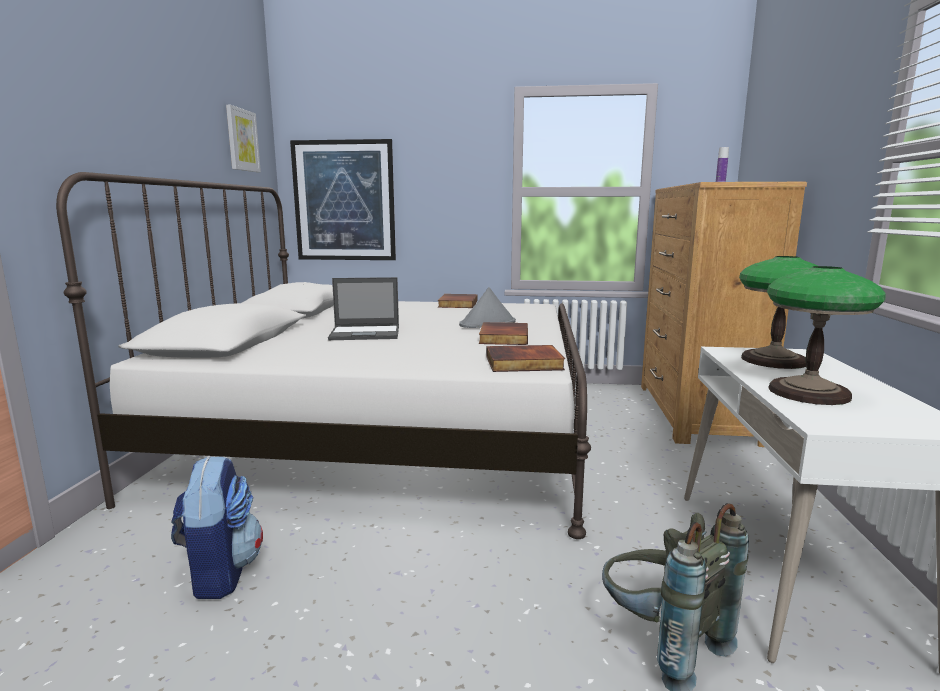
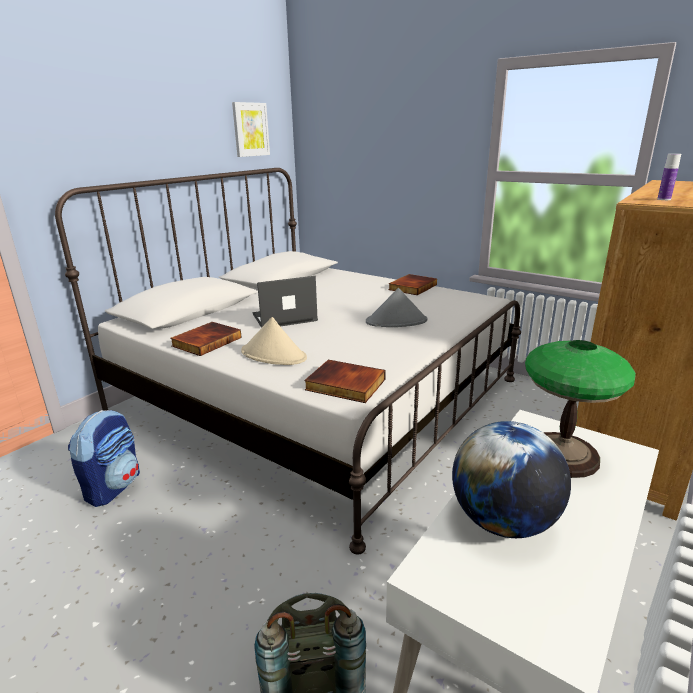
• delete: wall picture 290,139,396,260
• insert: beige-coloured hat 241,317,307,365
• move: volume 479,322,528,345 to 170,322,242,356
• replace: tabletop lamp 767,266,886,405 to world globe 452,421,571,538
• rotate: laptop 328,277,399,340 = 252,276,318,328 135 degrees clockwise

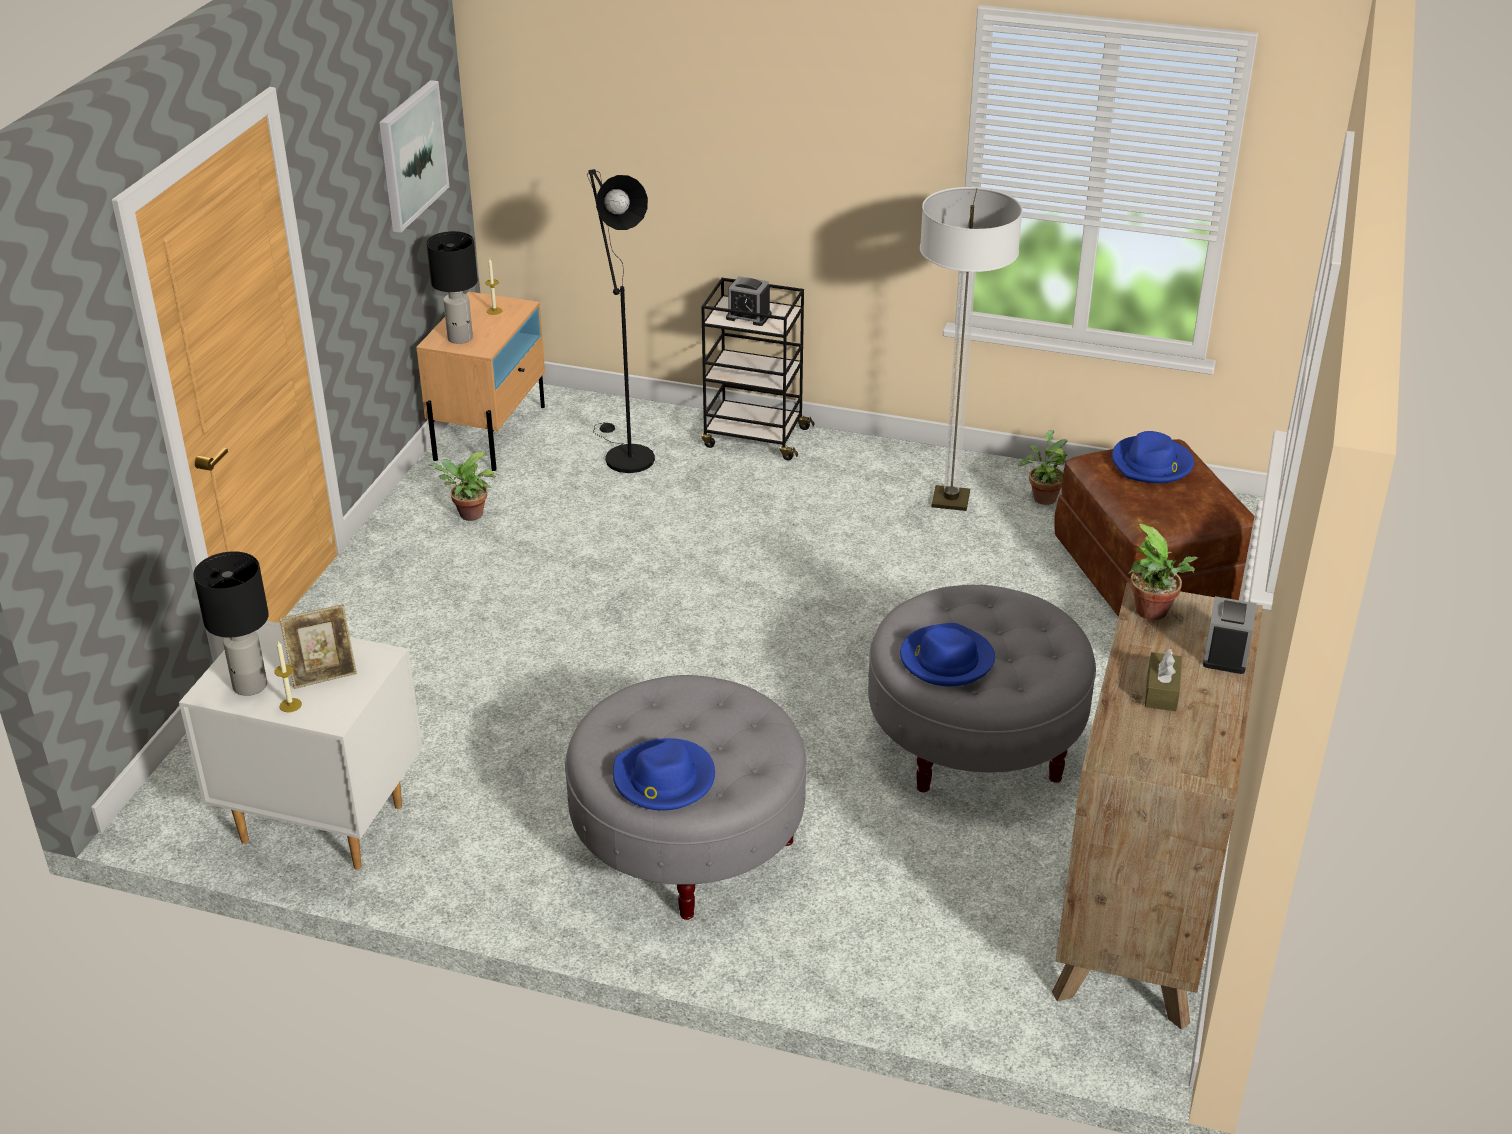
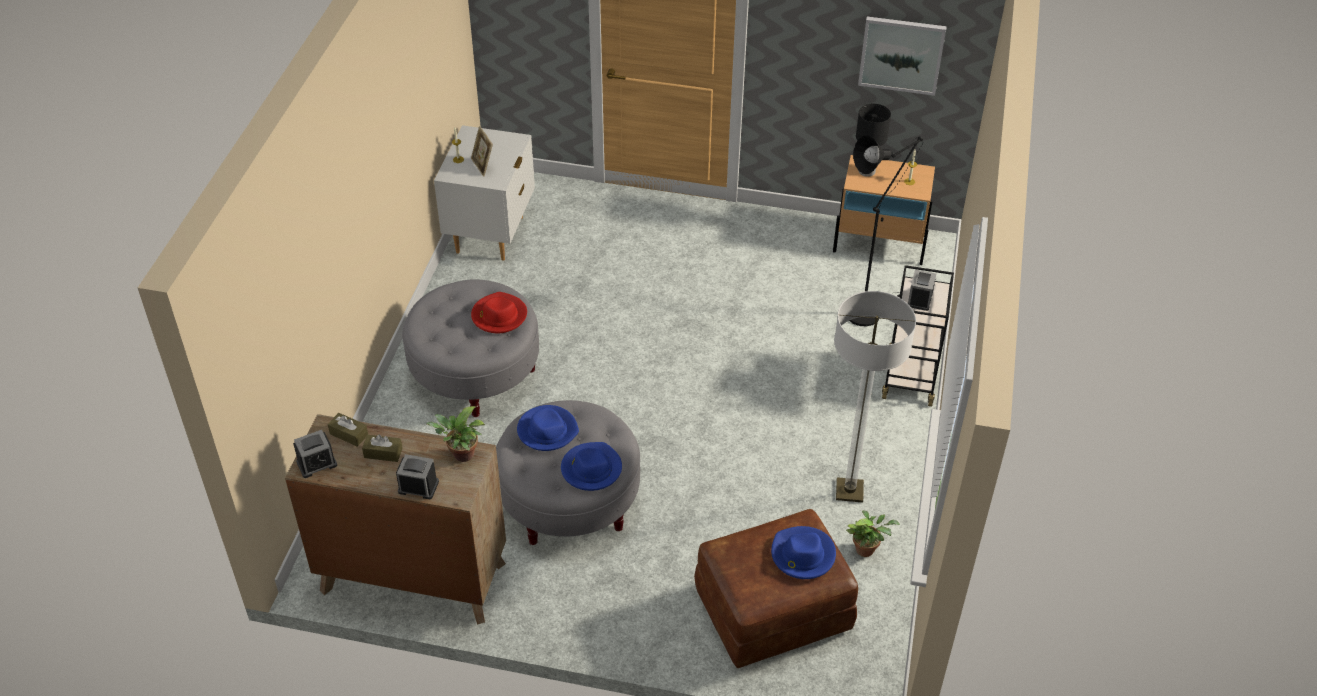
• delete: black tabletop lamp 193,551,269,696
• delete: plant in a pot 429,452,496,521
• insert: table clock 293,430,337,478
• insert: brownish tissue box 328,413,368,447
• insert: red-coloured hat 471,292,527,333
• move: blue hat 613,738,715,811 to 561,442,622,491

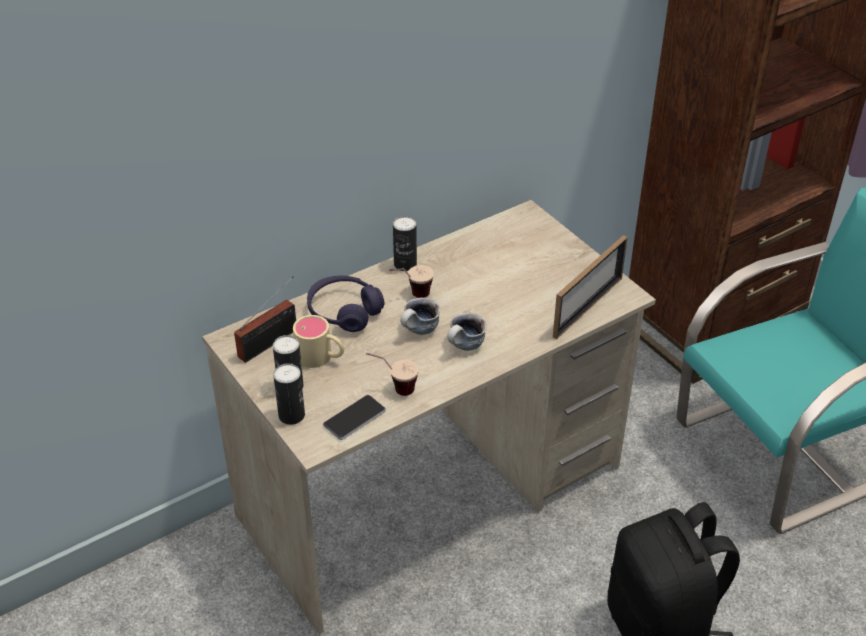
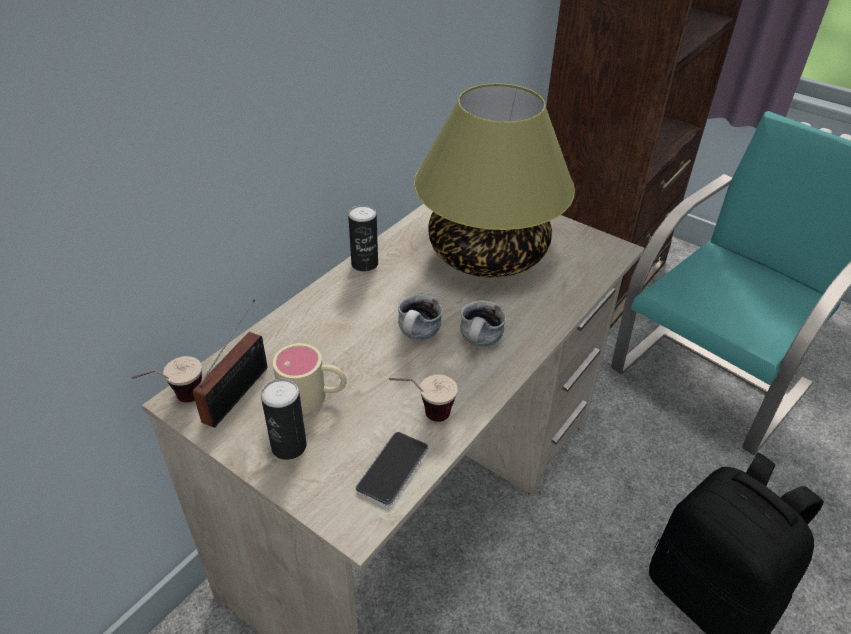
• delete: can 273,363,305,425
• delete: purple-coloured headset 307,276,384,332
• delete: photo frame 553,235,628,339
• insert: tabletop lamp 414,83,575,278
• move: small cup 389,265,434,298 to 131,356,202,403

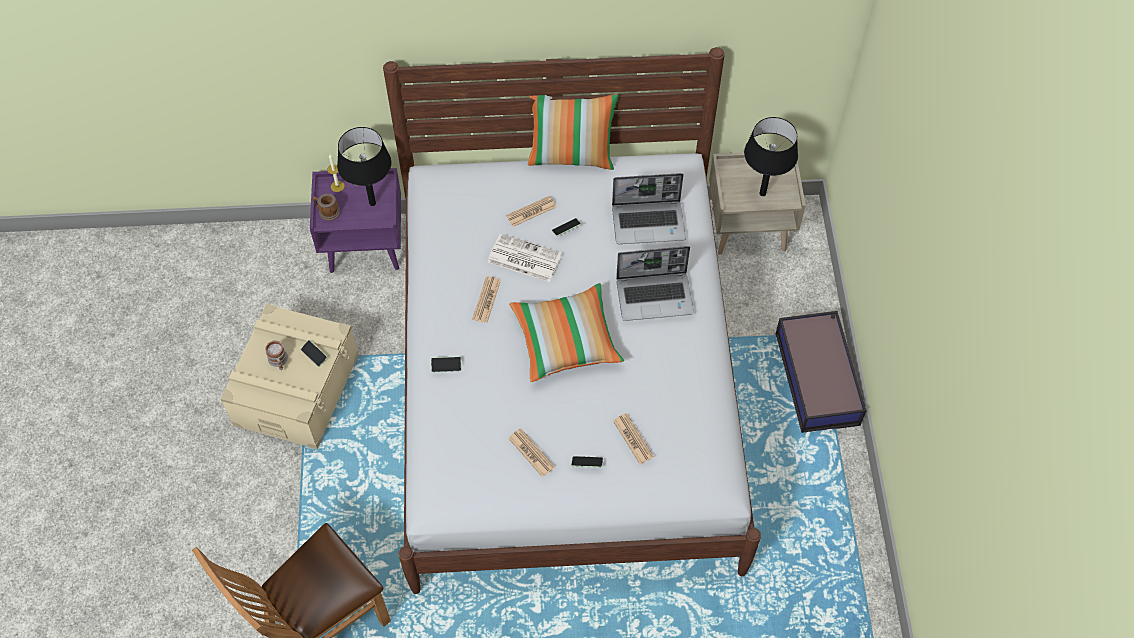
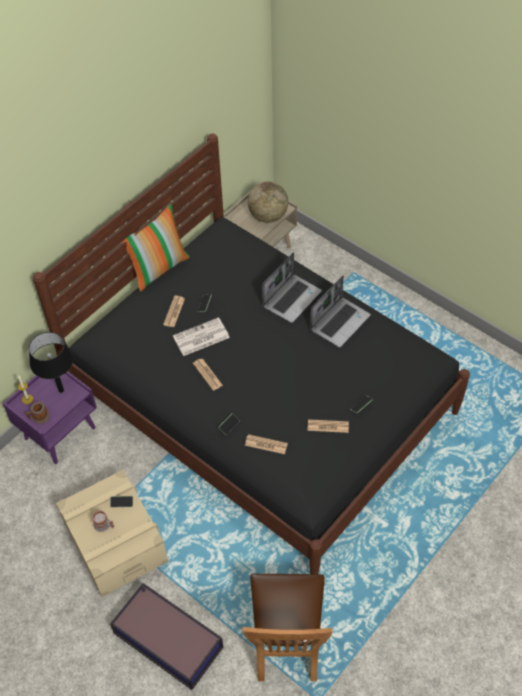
• delete: throw pillow 509,283,624,382
• move: laptop 612,173,686,244 to 310,275,371,348
• move: newspaper 613,413,654,464 to 245,434,288,454
• move: storage box 776,311,866,433 to 110,583,223,690
• replace: black tabletop lamp 744,117,798,196 to world globe 248,182,288,223
• recolor: whitish sleeping bed 383,47,761,594 to black sleeping bed 33,134,470,574

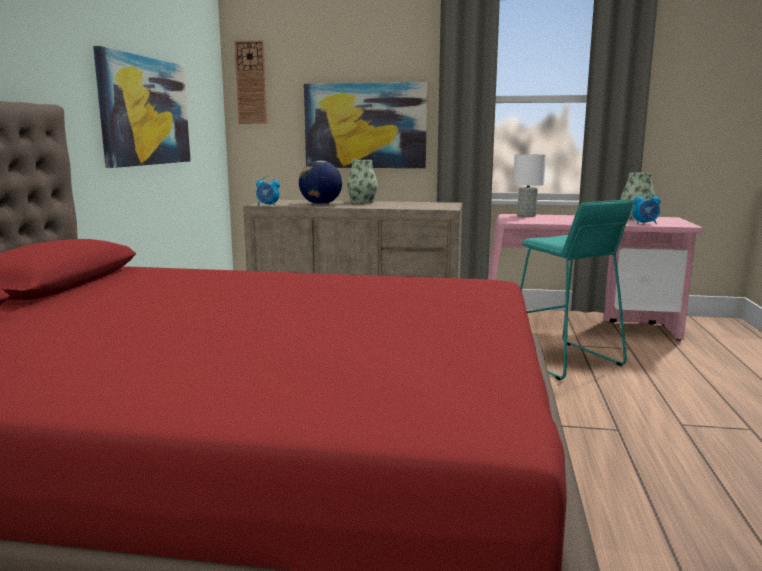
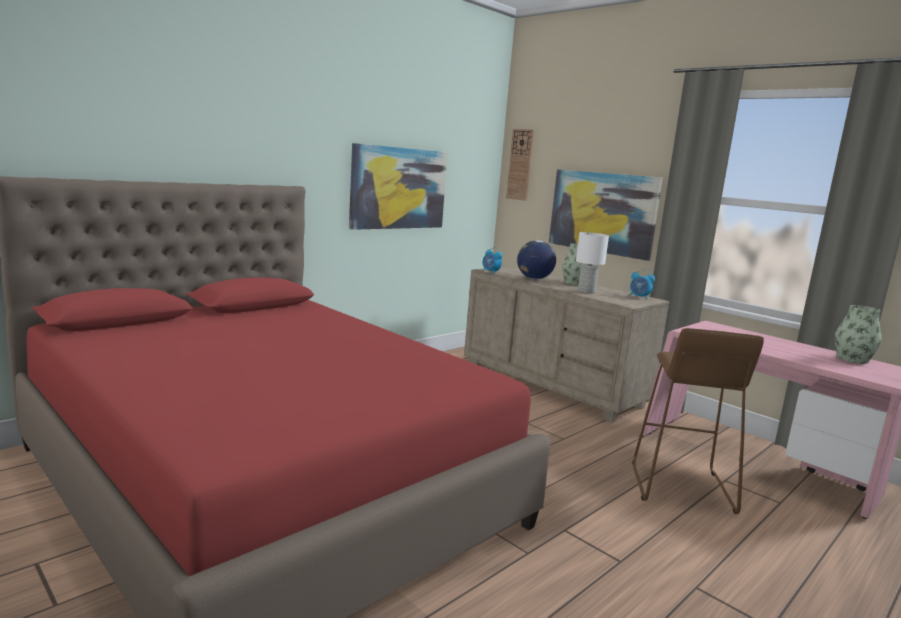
• move: whitish tabletop lamp 513,154,546,217 to 576,232,609,293
• move: table clock 632,192,661,224 to 629,269,655,299
• recolor: turquoise-coloured stool seat 520,200,633,380 to brownish stool seat 632,328,764,514

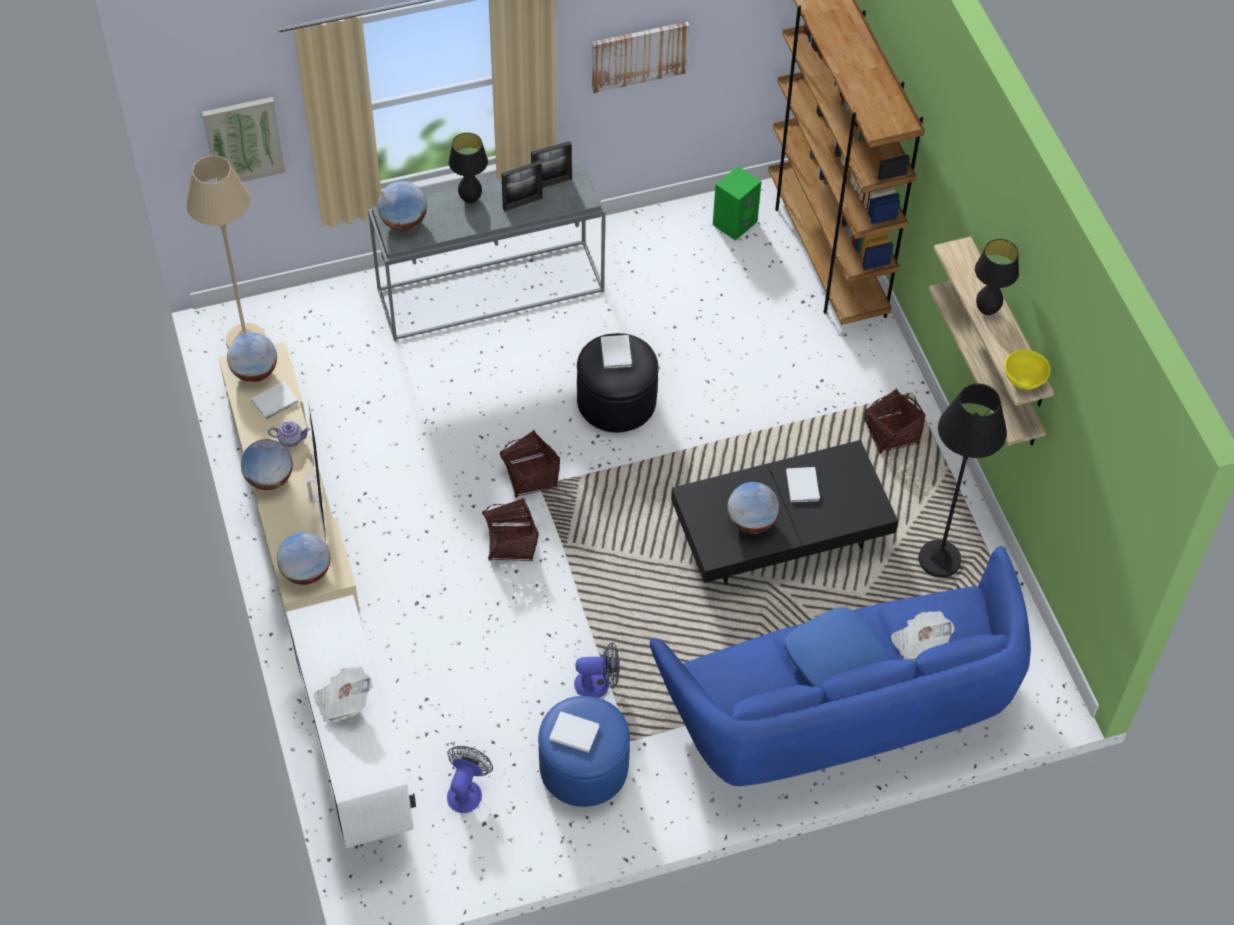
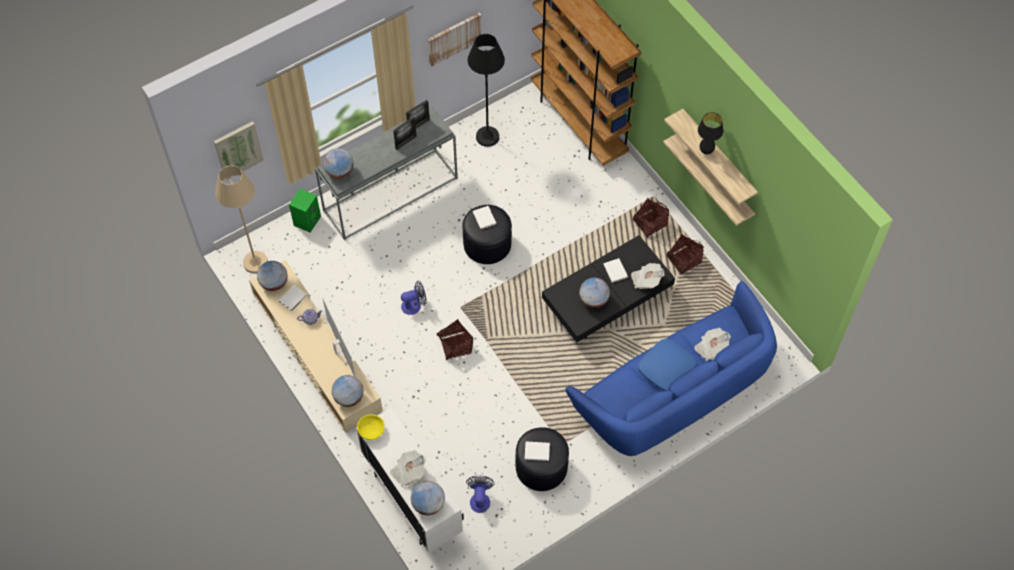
• delete: black tabletop lamp 449,133,488,204
• insert: newspaper 631,263,664,289
• move: world globe 241,439,293,490 to 411,481,445,515
• move: household basket 500,430,560,498 to 666,234,703,275
• move: fan 574,642,620,698 to 401,280,426,315
• move: green-coloured speaker 713,166,762,241 to 289,188,321,233
• move: black floor lamp 918,383,1007,577 to 468,34,505,147
• move: yellow-coloured deep dish 1004,350,1051,389 to 357,414,385,440
• recolor: blue pouffe 538,696,630,807 to black pouffe 515,427,569,491

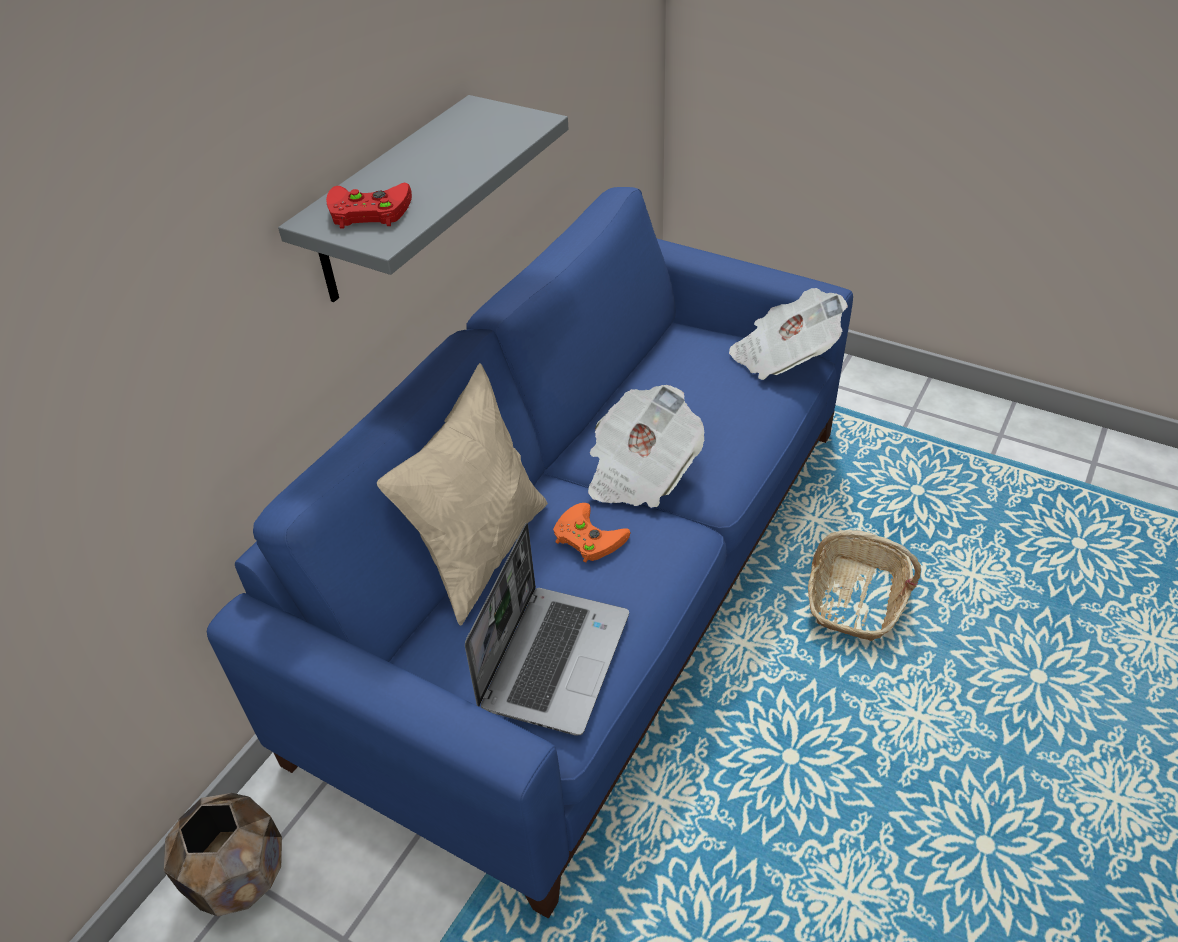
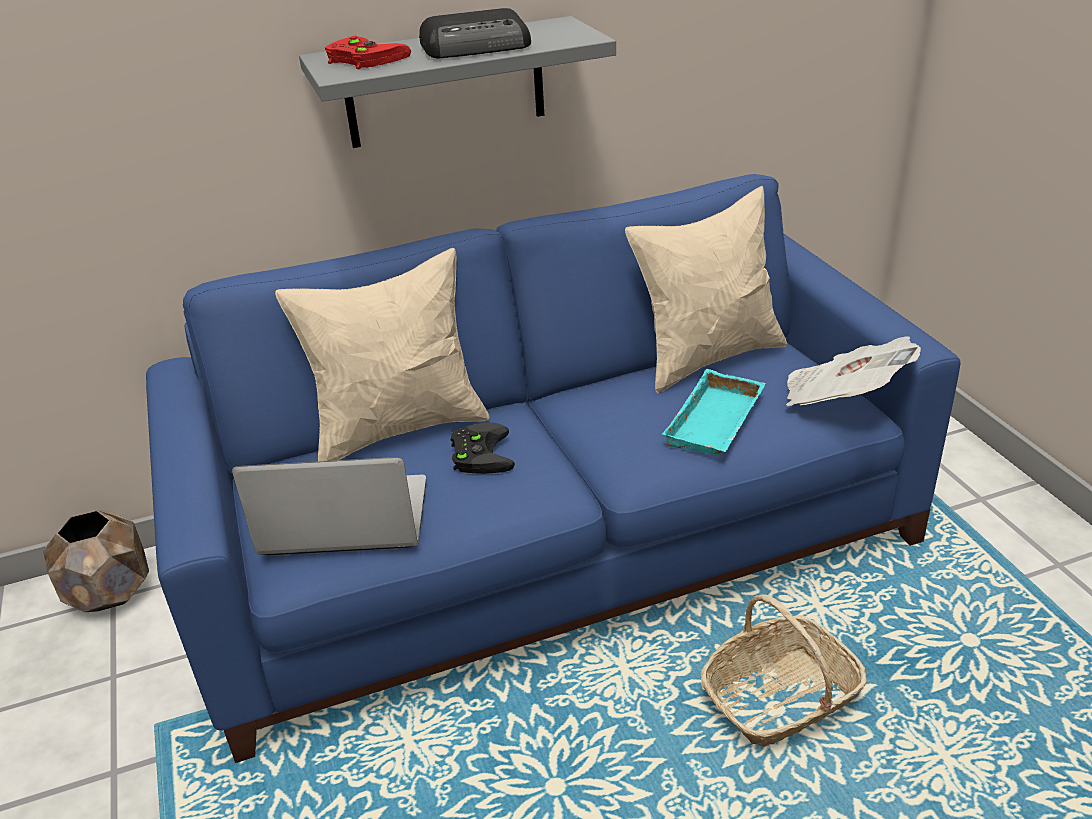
• delete: newspaper 588,385,704,508
• insert: radio 419,8,531,58
• insert: beige-coloured throw pillow 625,186,787,394
• insert: turquoise-coloured carrying tray 662,369,766,456
• recolor: orange game controller 553,503,630,563 to black game controller 450,423,515,474
• rotate: laptop 465,523,629,735 = 232,457,426,555 150 degrees counterclockwise

